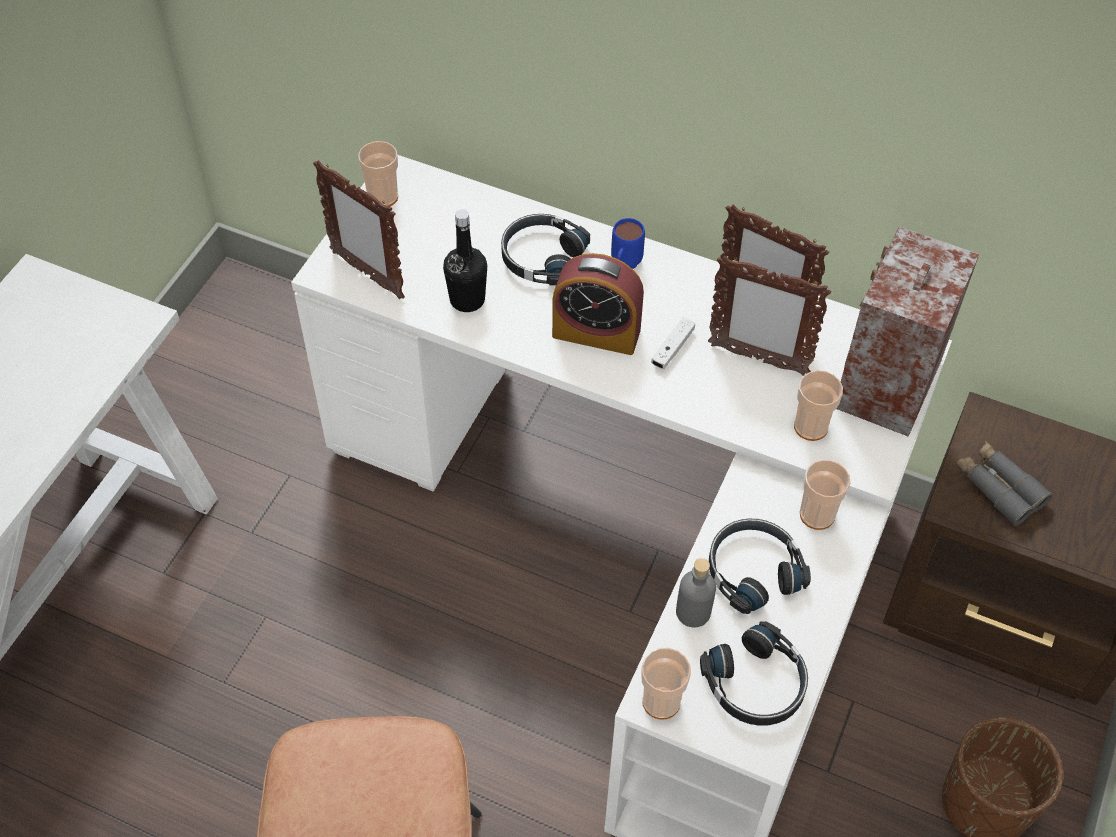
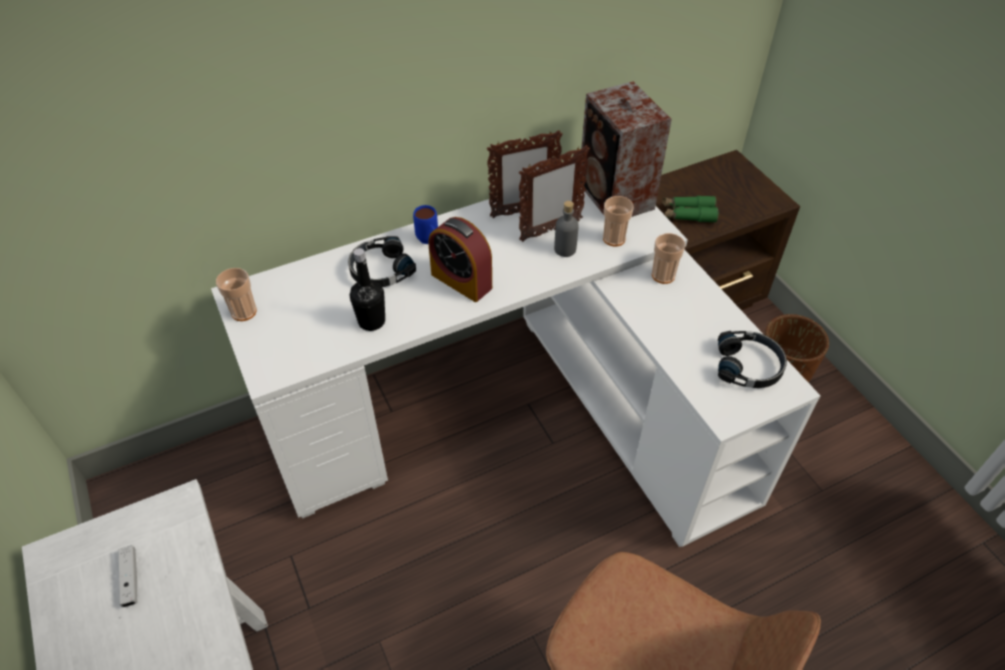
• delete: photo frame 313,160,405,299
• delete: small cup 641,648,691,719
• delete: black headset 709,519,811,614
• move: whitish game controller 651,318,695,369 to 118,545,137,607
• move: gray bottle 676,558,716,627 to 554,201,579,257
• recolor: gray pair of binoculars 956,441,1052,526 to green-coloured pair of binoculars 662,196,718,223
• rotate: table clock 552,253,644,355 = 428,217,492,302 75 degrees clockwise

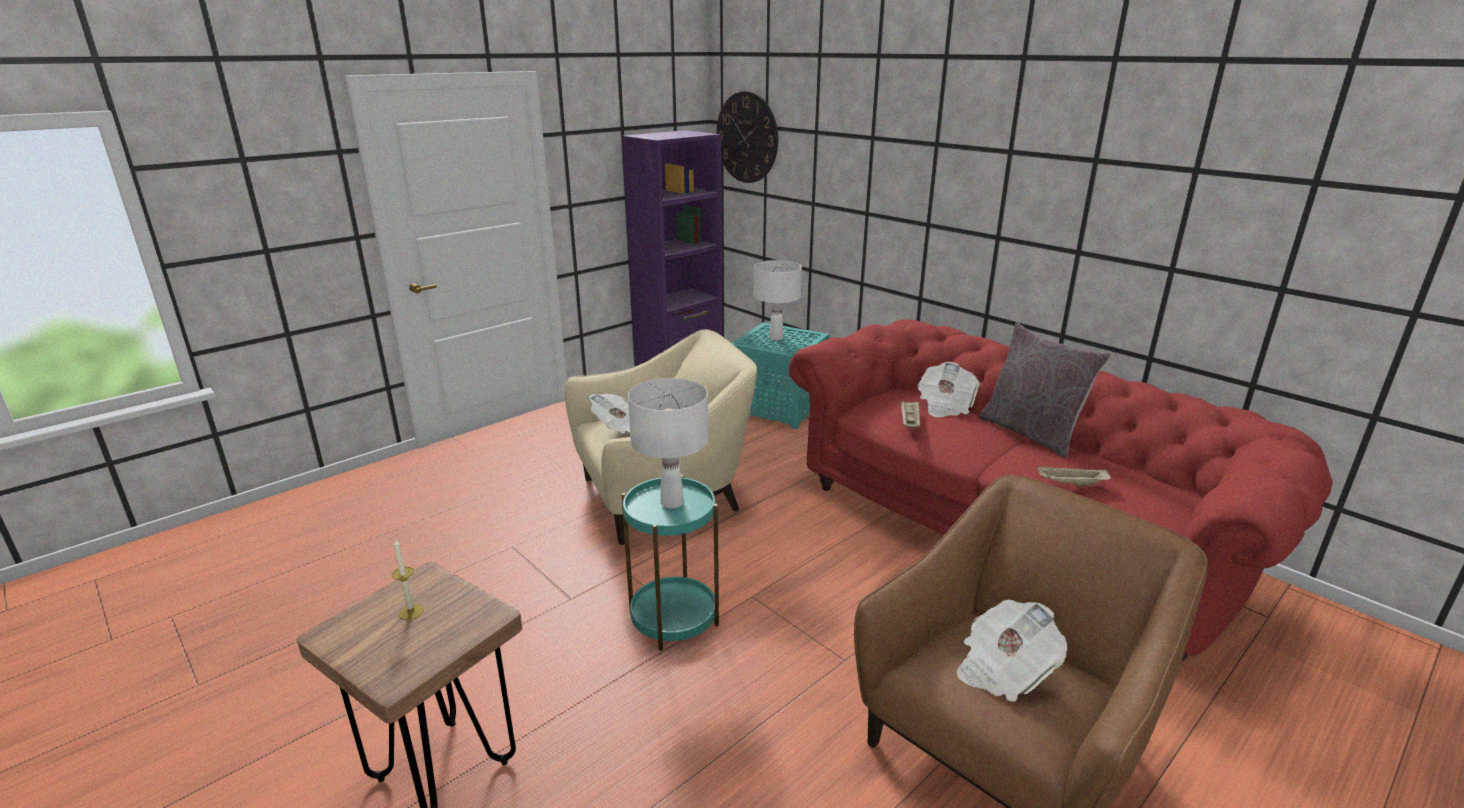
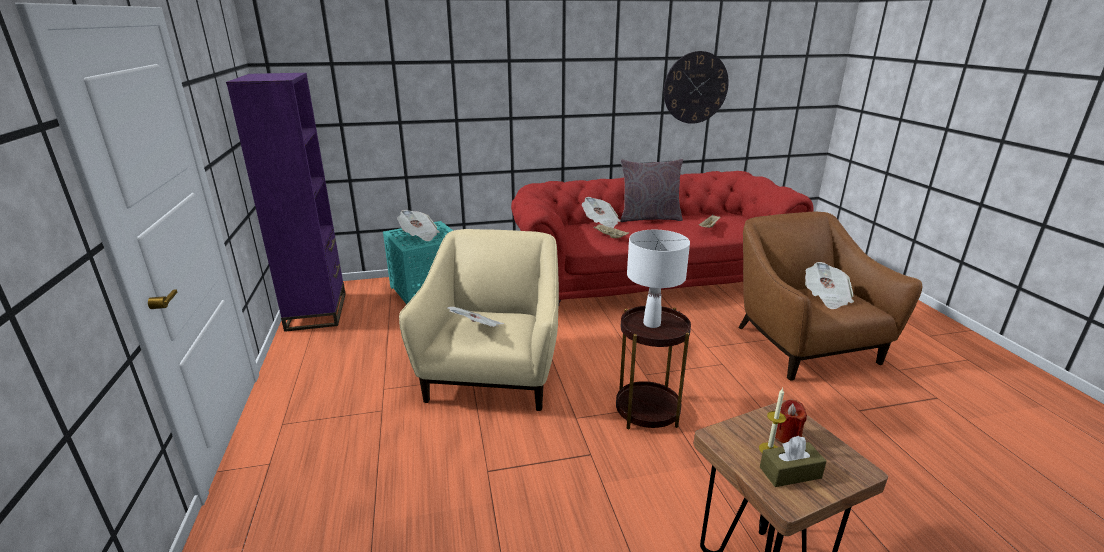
• insert: brownish tissue box 760,436,827,487
• insert: red-coloured candle 775,400,807,443
• move: wall clock 716,91,778,183 to 664,51,729,124
• replace: whitish tabletop lamp 754,260,802,340 to newspaper 397,210,440,241
• recolor: turquoise-coloured accent table 622,475,719,651 to brownish accent table 616,305,691,430

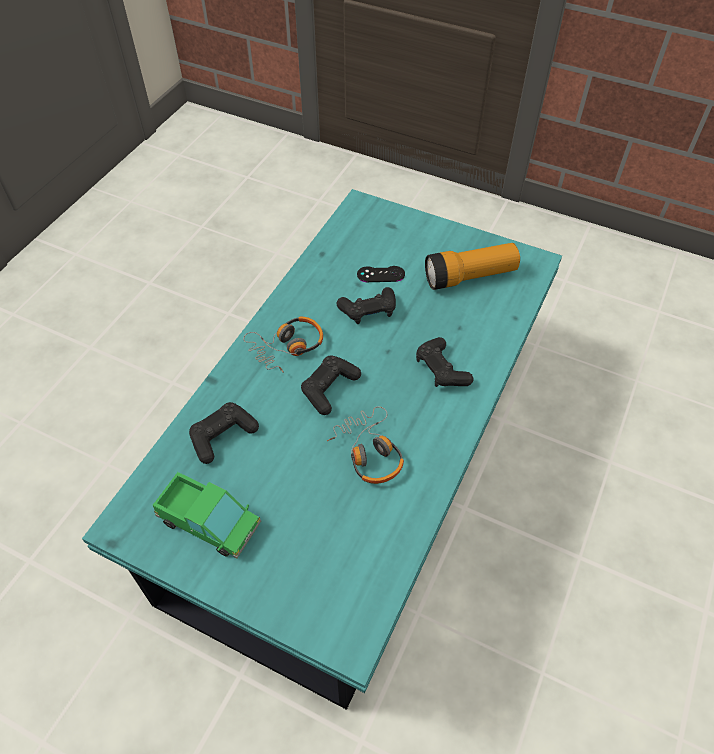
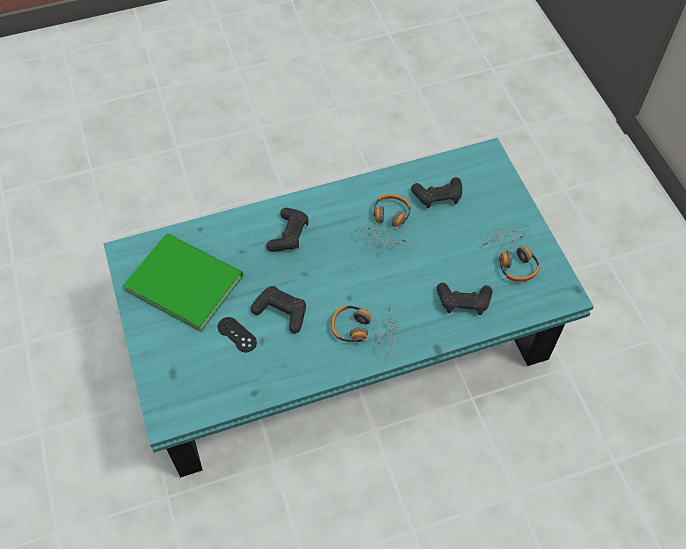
• move: black game controller 301,356,361,415 to 411,177,462,208
• replace: toy truck 153,472,261,558 to headset 482,224,540,282
• replace: torch 425,243,520,290 to green-coloured volume 123,233,243,332

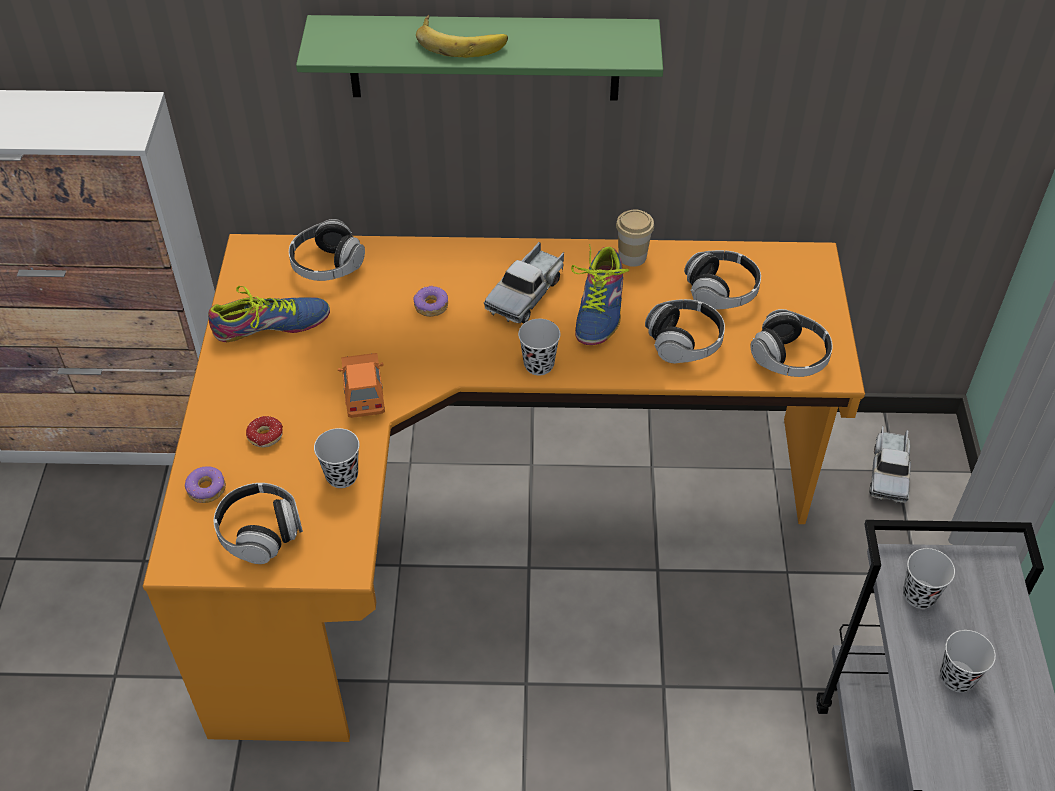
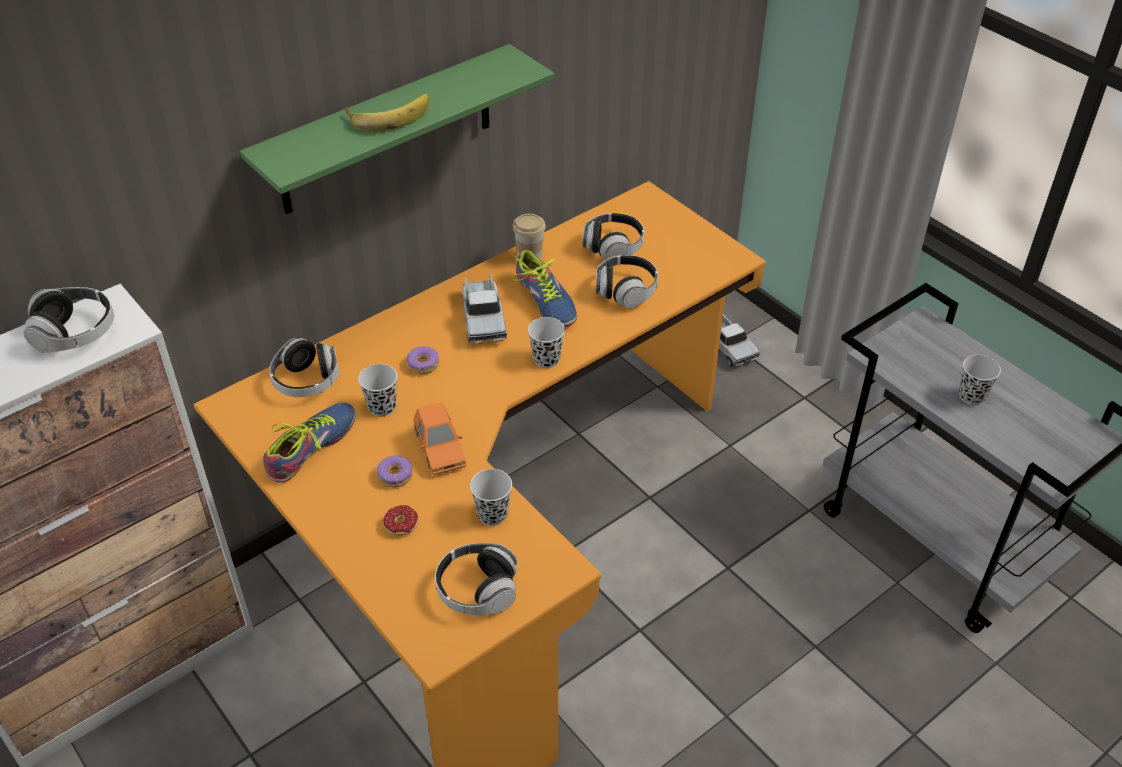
• move: ring doughnut 185,466,226,503 to 377,456,412,488
• move: headset 750,309,833,377 to 24,287,114,353
• move: black small cup 903,548,955,609 to 358,364,397,417
• rotate: orange model car 338,353,385,418 = 414,402,466,475 150 degrees counterclockwise

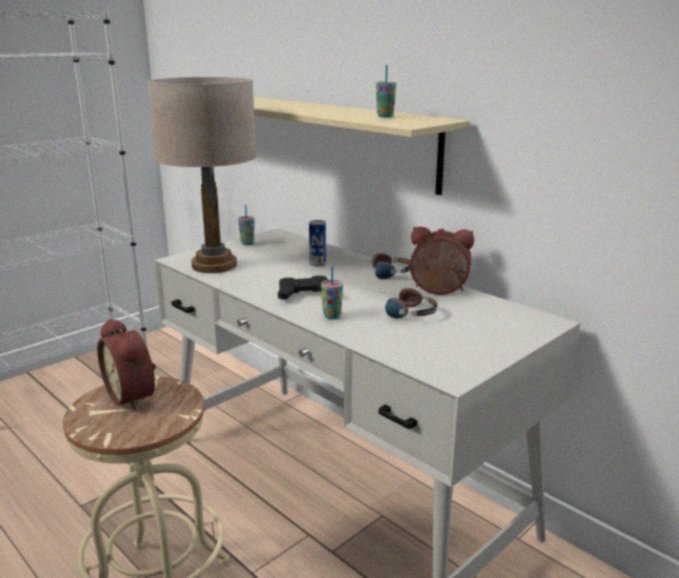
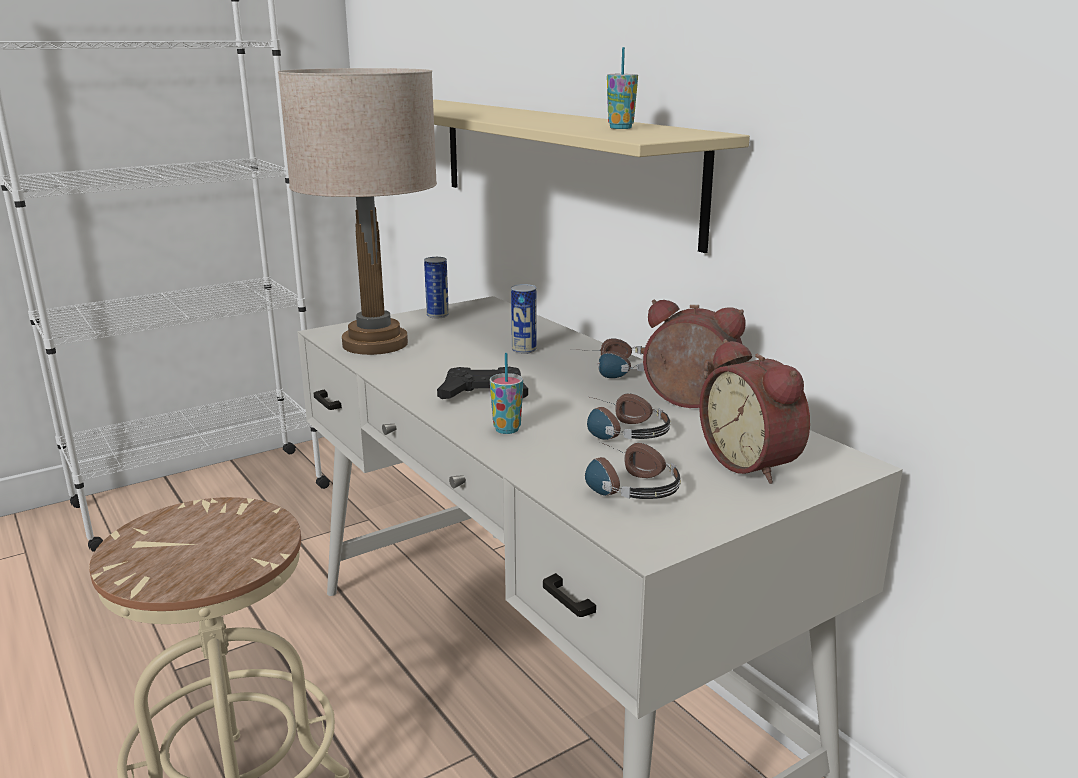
• insert: headset 585,442,681,499
• move: table clock 97,318,155,411 to 699,339,810,484
• replace: small cup 238,205,255,245 to can 424,257,449,319

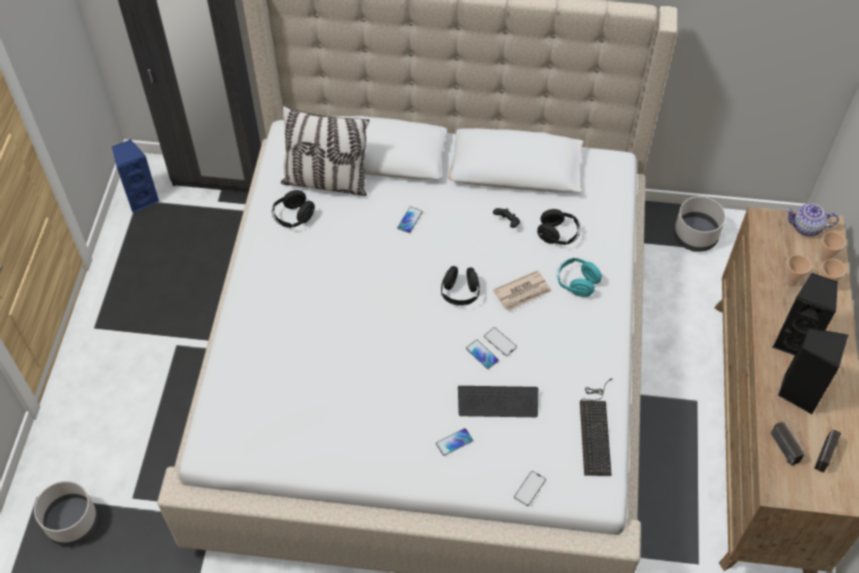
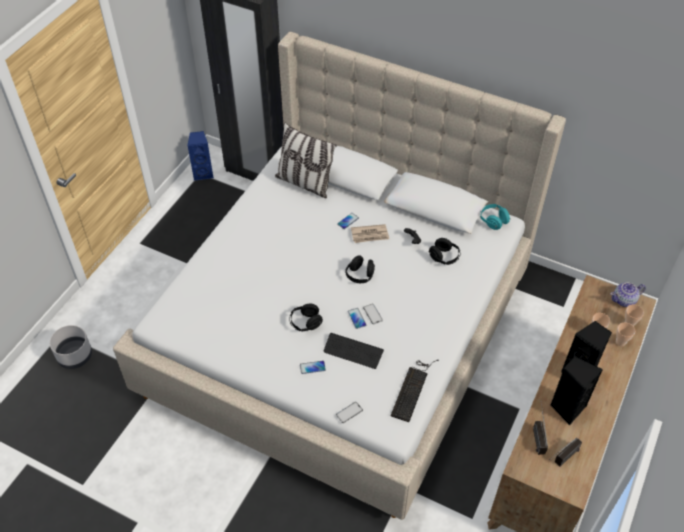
• delete: gray planter 674,196,726,252
• move: black headset 272,190,315,228 to 289,304,323,332
• move: newspaper 493,271,552,311 to 351,224,389,243
• move: turquoise-coloured headset 557,258,602,297 to 480,204,511,230
• rotate: pot for tea 786,204,839,236 = 610,282,646,307 45 degrees counterclockwise

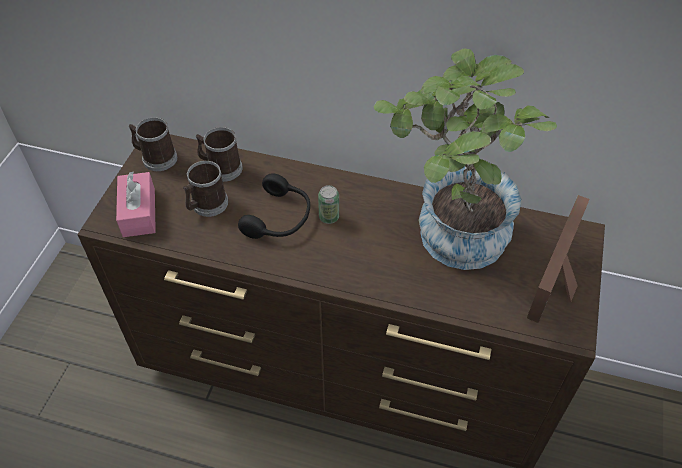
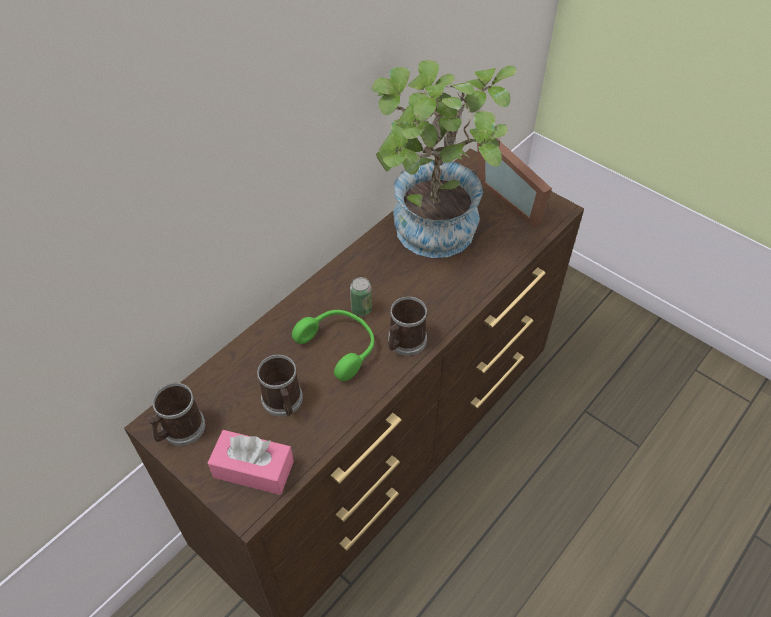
• move: mug 196,127,243,182 to 388,296,427,356
• recolor: black headset 238,173,310,239 to green-coloured headset 292,310,374,381

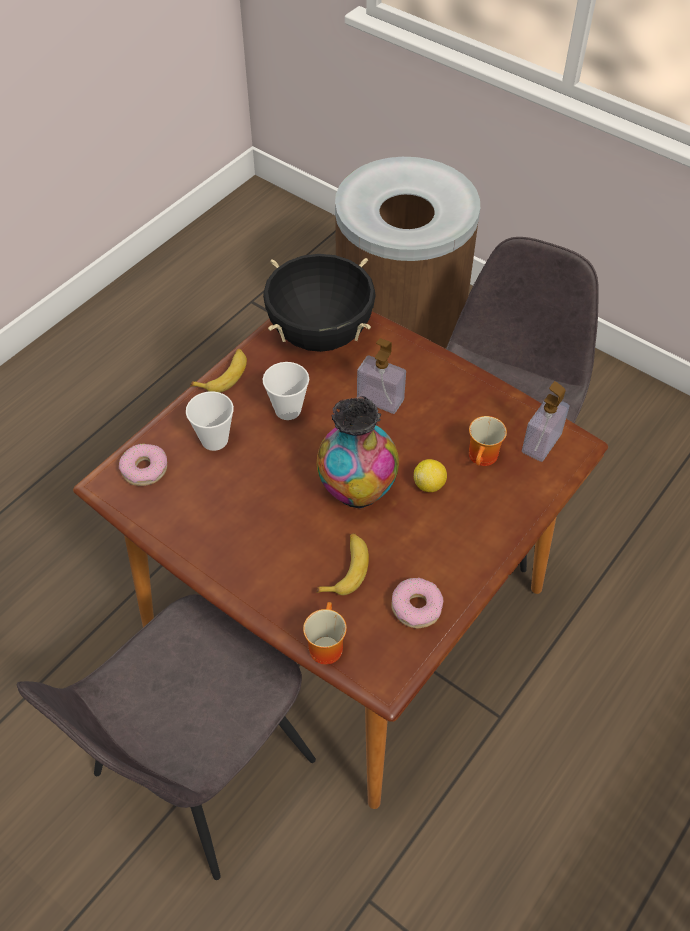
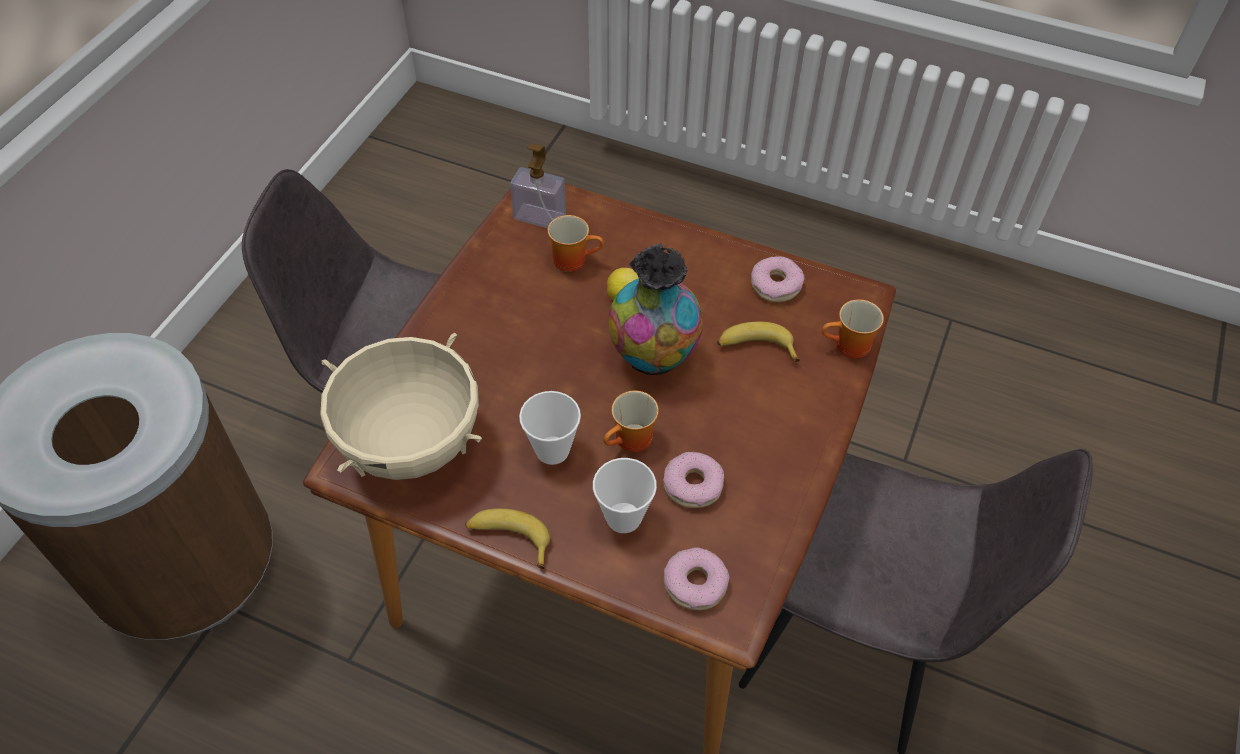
• delete: liquid soap bottle 357,338,406,414
• insert: mug 604,391,659,452
• insert: ring doughnut 663,452,724,508
• recolor: black saucepot 263,254,375,352 to beige-coloured saucepot 320,333,482,480

